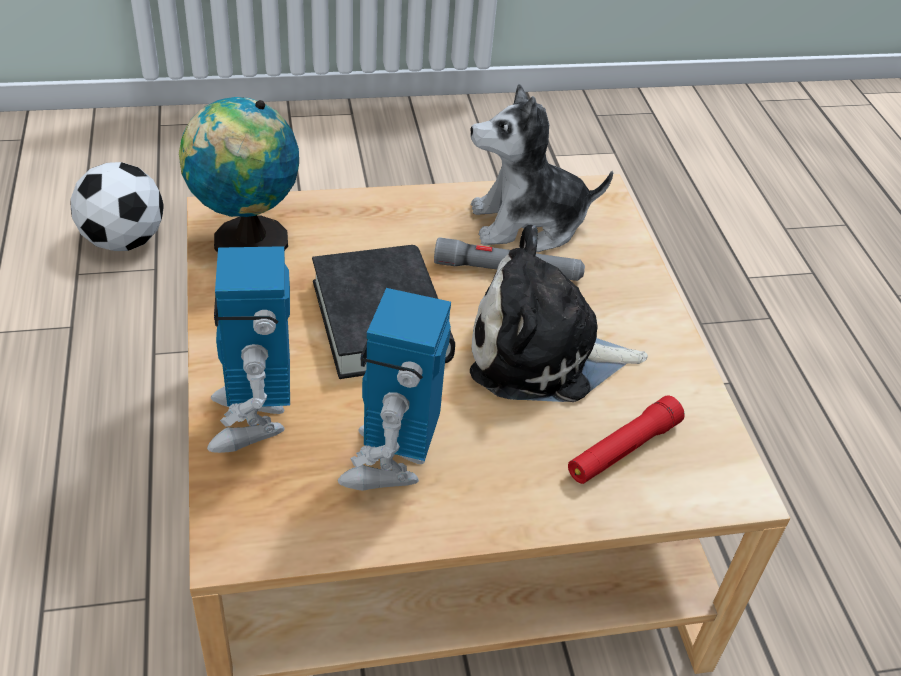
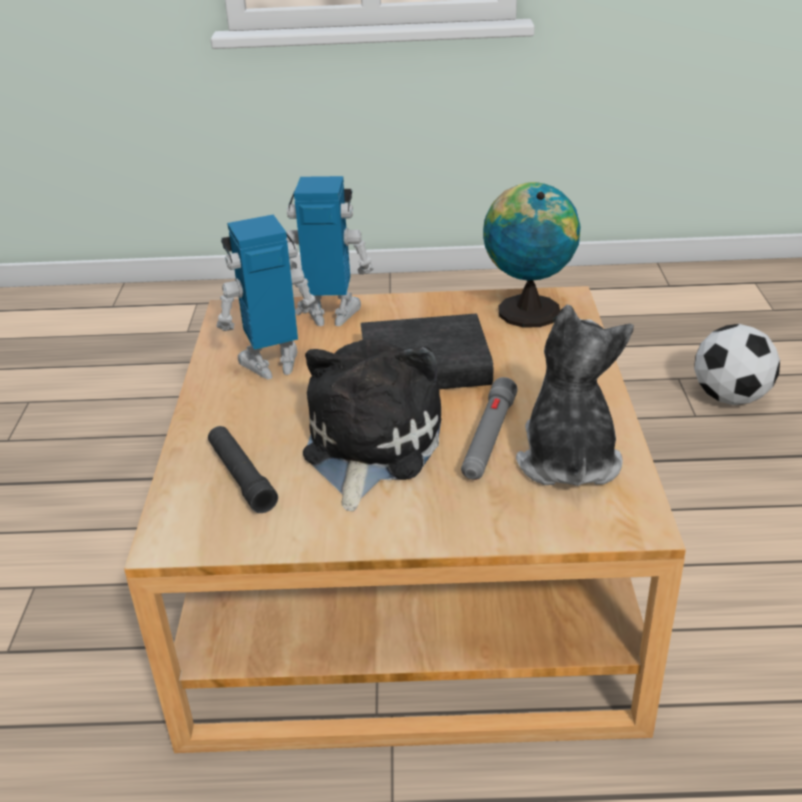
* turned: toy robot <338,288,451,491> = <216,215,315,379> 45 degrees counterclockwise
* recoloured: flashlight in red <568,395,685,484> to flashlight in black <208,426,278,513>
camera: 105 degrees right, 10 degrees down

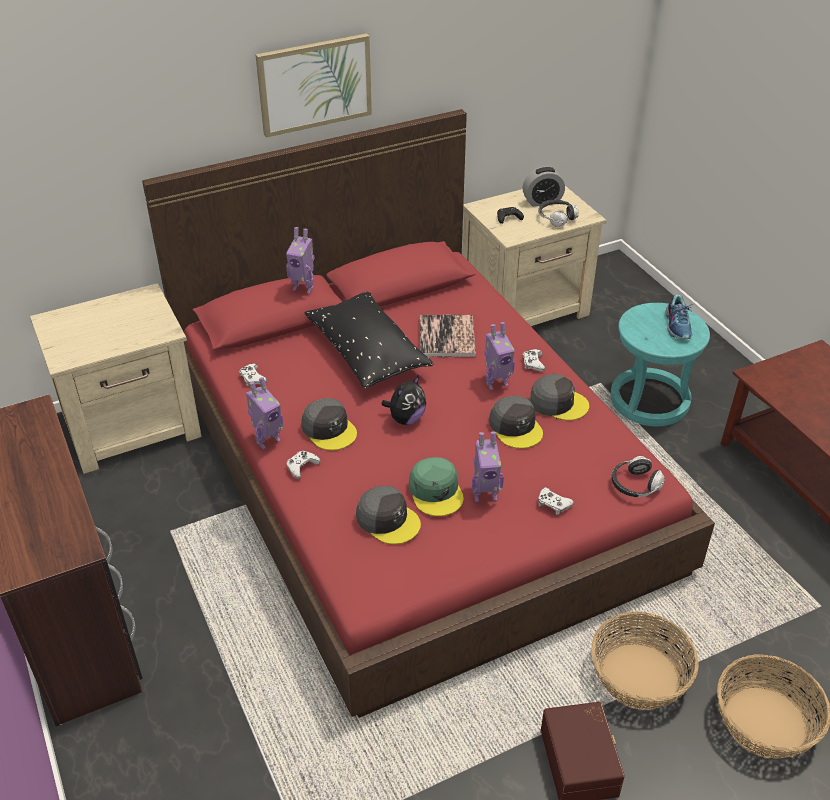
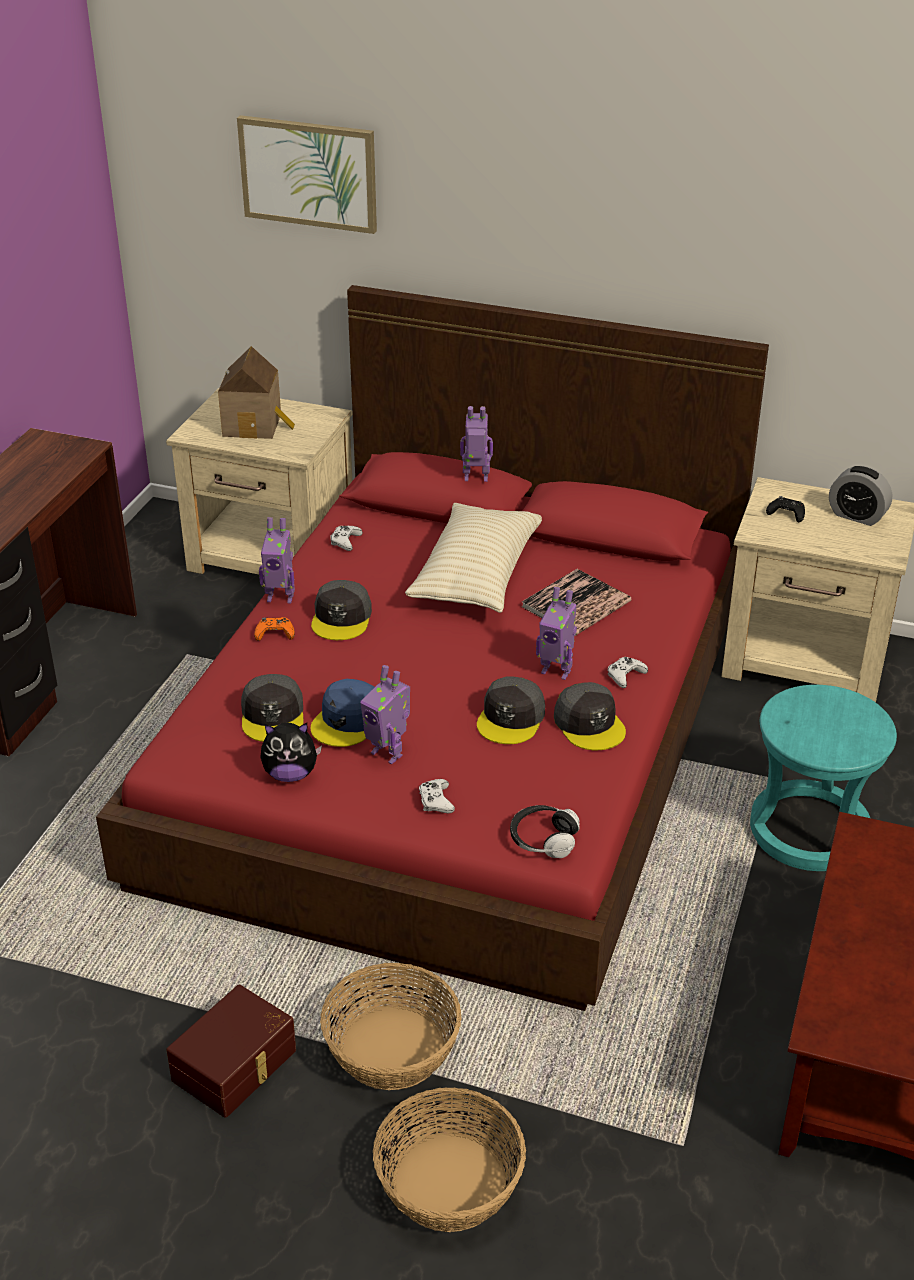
* moved: picture <255,33,372,138> to <237,115,377,234>
* removed: headphones <538,200,578,227>
* turned: toy robot <286,227,314,293> = <460,406,493,482> 120 degrees clockwise
* recoloured: pillow in black <305,292,433,388> to pillow in beige <405,503,542,613>
* removed: shoe <665,294,693,339>
* moved: plush toy <381,375,426,425> to <260,723,322,782>
* recoloured: game controller in white <286,451,321,479> to game controller in orange <254,617,295,641>
* recoloured: cap in green <409,457,464,516> to cap in blue <311,679,374,747>
* added: toy house <218,346,295,439>
camera: 45 degrees right, 5 degrees down

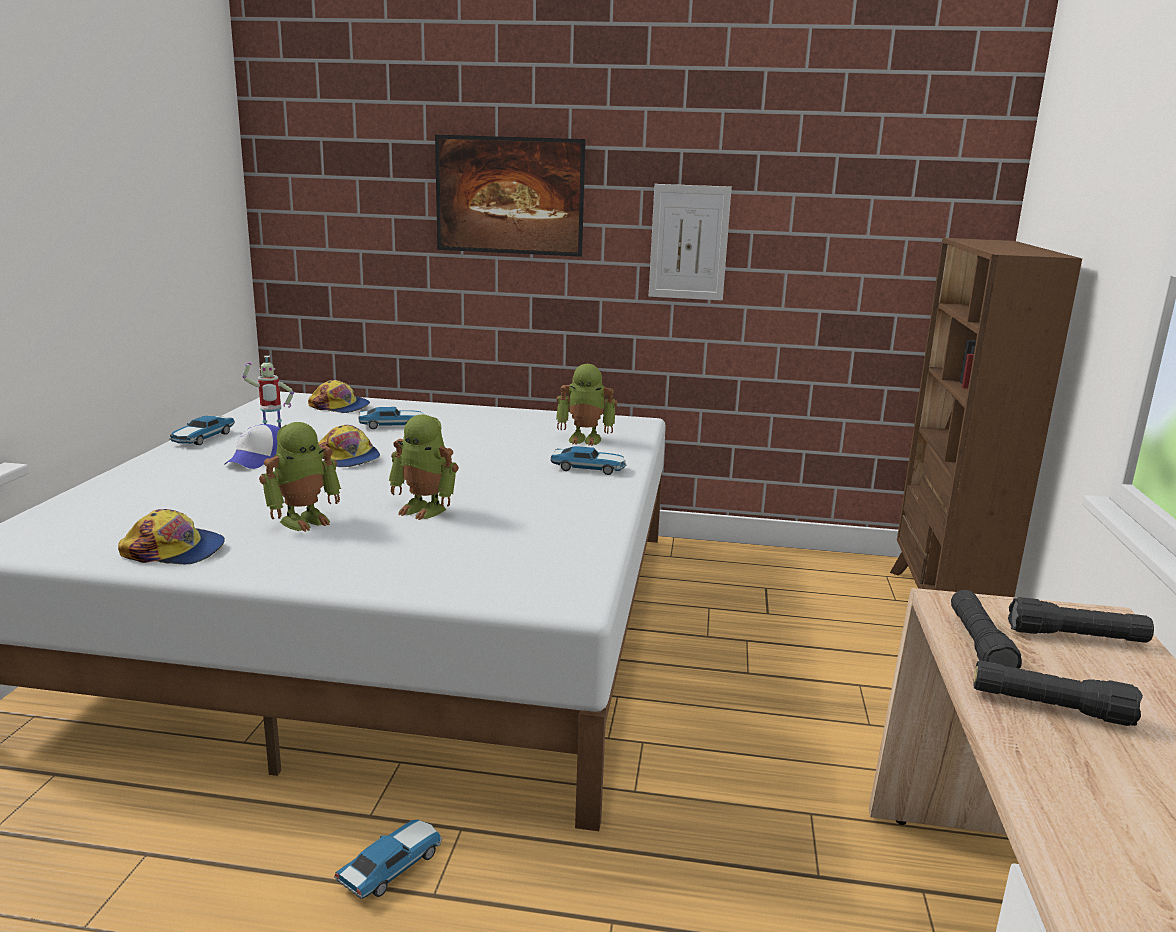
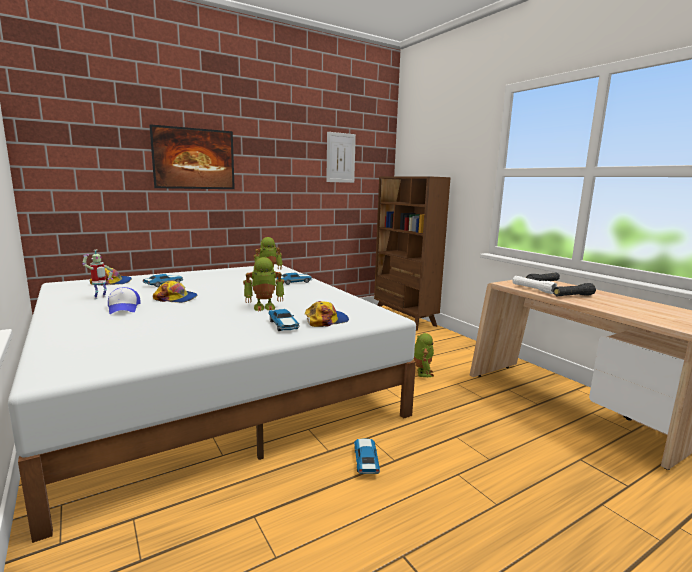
* moved: picture <649,184,732,301> to <326,132,356,183>
* moved: toy car <169,416,235,445> to <268,309,300,331>
* moved: toy robot <259,422,341,532> to <414,333,434,377>
* moved: cap <118,509,225,565> to <305,301,349,327>
* recoloured: flashlight in black <951,590,1022,669> to flashlight in white <512,276,557,294>
camera: 40 degrees left, 5 degrees down

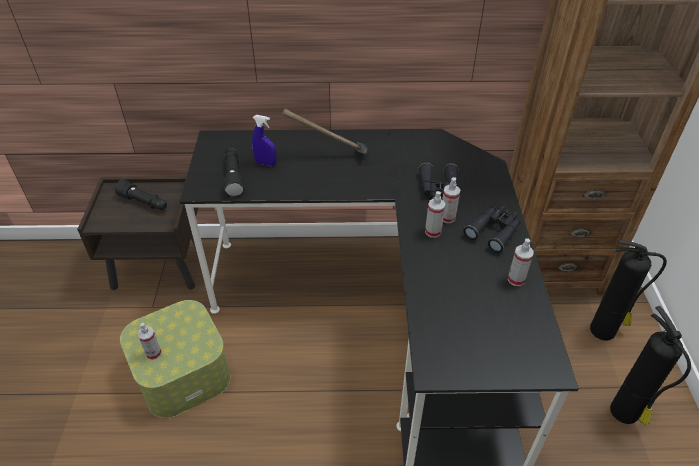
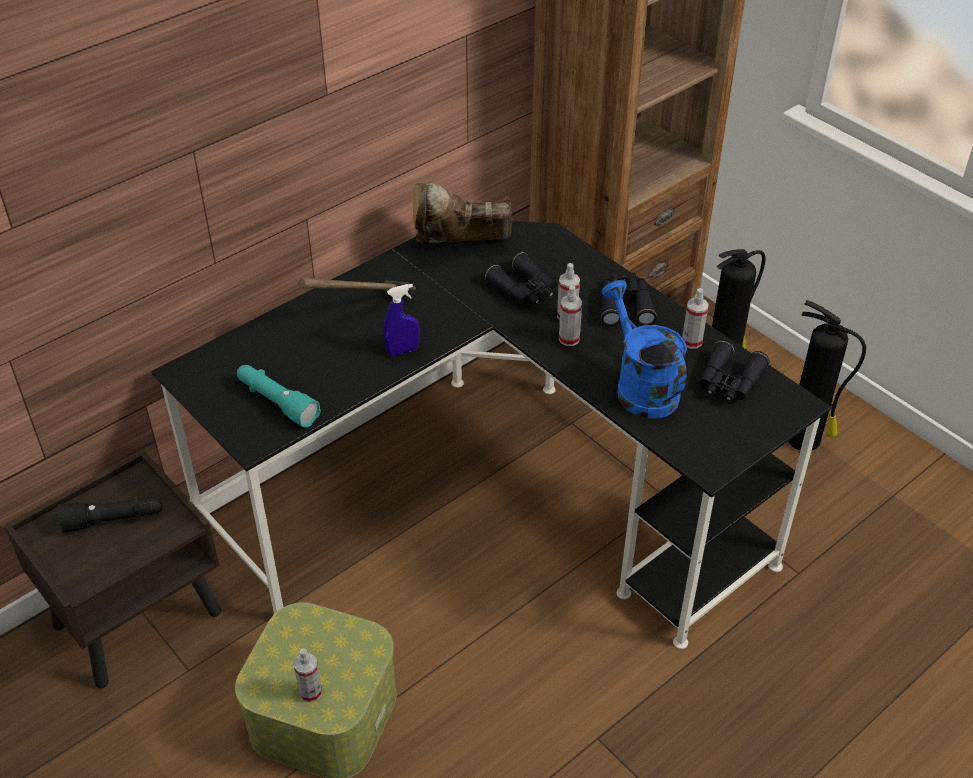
* moved: spray bottle in blue <252,115,277,166> to <383,284,420,356>
* recoloured: flashlight in black <224,147,244,198> to flashlight in turquoise <237,365,321,428>
* added: boot in brown <413,183,513,242>
* added: watering can in blue <601,280,687,418>
* added: binoculars in black <700,340,770,402>
camera: 40 degrees left, 0 degrees up

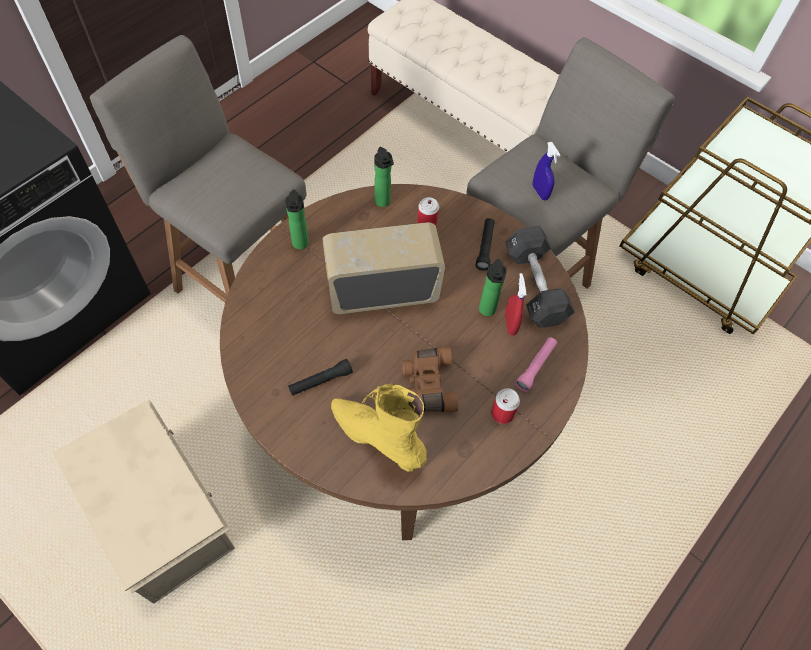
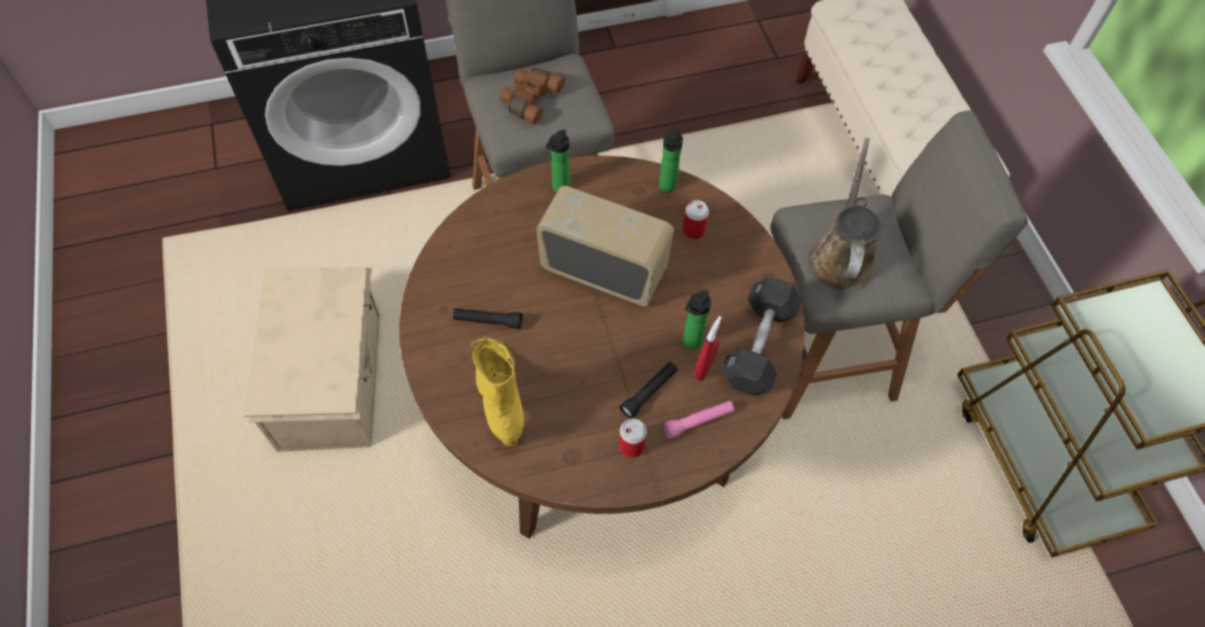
* replaced: spray bottle in blue <533,142,560,200> to watering can in brown <809,138,881,291>
* moved: flashlight in black <476,218,495,271> to <620,362,677,419>
* moved: binoculars in brown <402,346,458,412> to <500,68,565,125>
camera: 35 degrees right, 0 degrees up

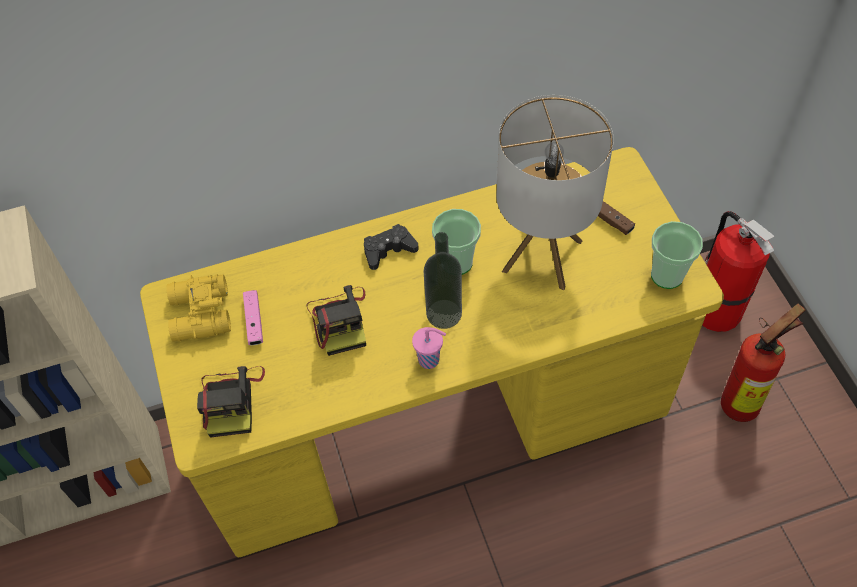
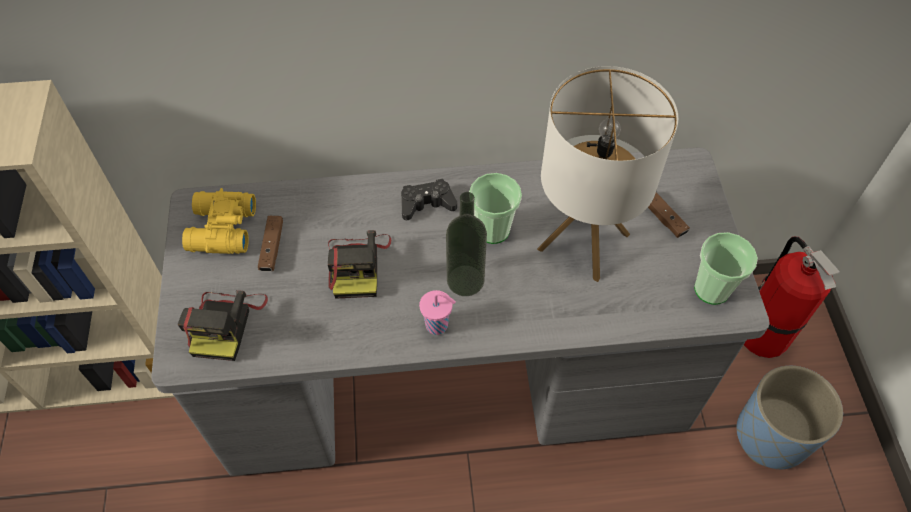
* recoloured: desk in yellow <140,147,724,557> to desk in grey <151,148,770,476>
* recoloured: game controller in pink <243,290,263,345> to game controller in brown <258,216,283,272>
* replaced: fire extinguisher <721,304,806,422> to planter in blue <736,366,843,469>
camera: 10 degrees right, 0 degrees up

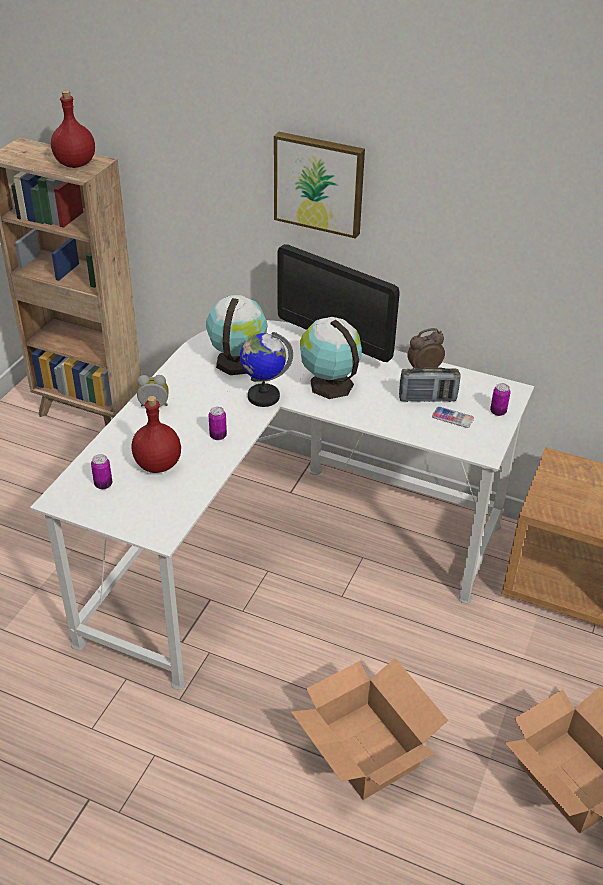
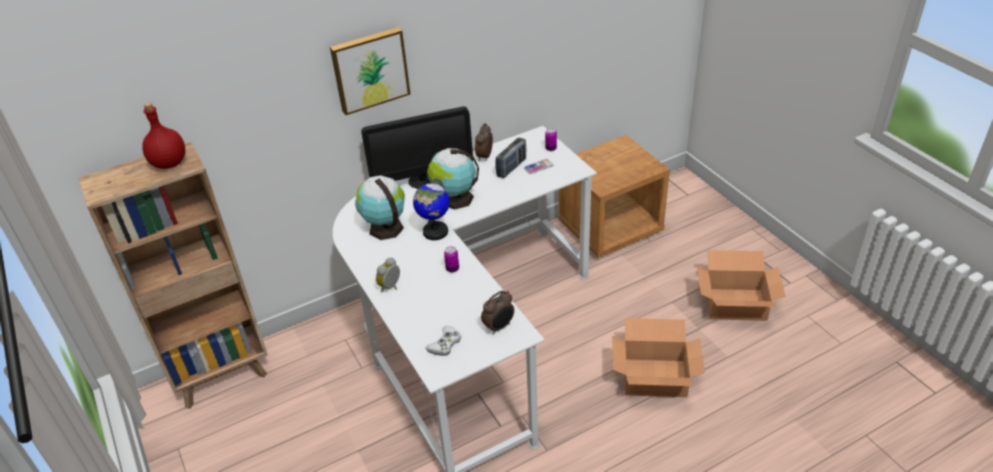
* removed: bottle in red <132,396,181,473>
* replaced: can <91,454,112,489> to game controller in white <425,326,462,356>
* added: alarm clock <481,291,514,335>
camera: 50 degrees left, 0 degrees up

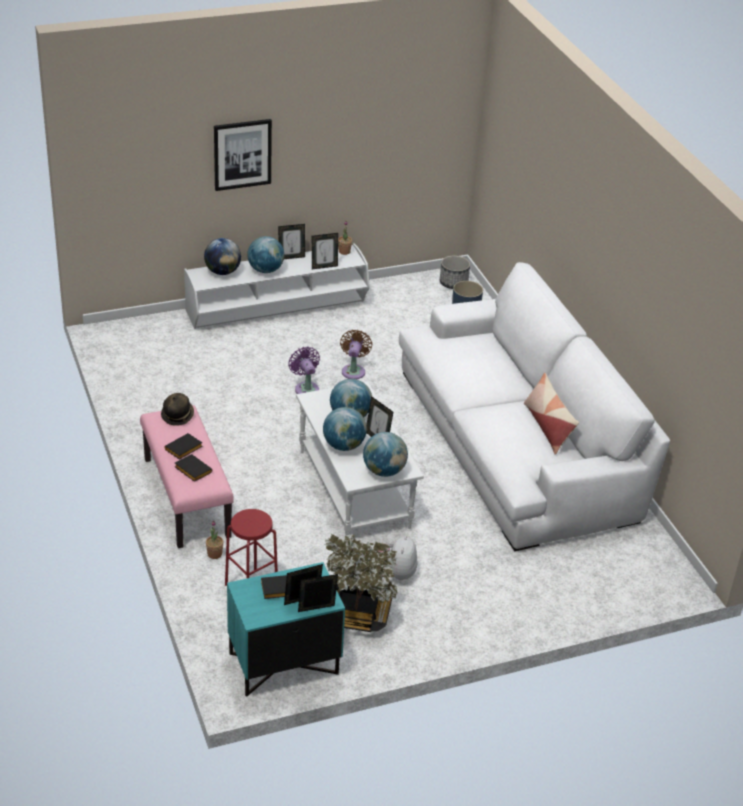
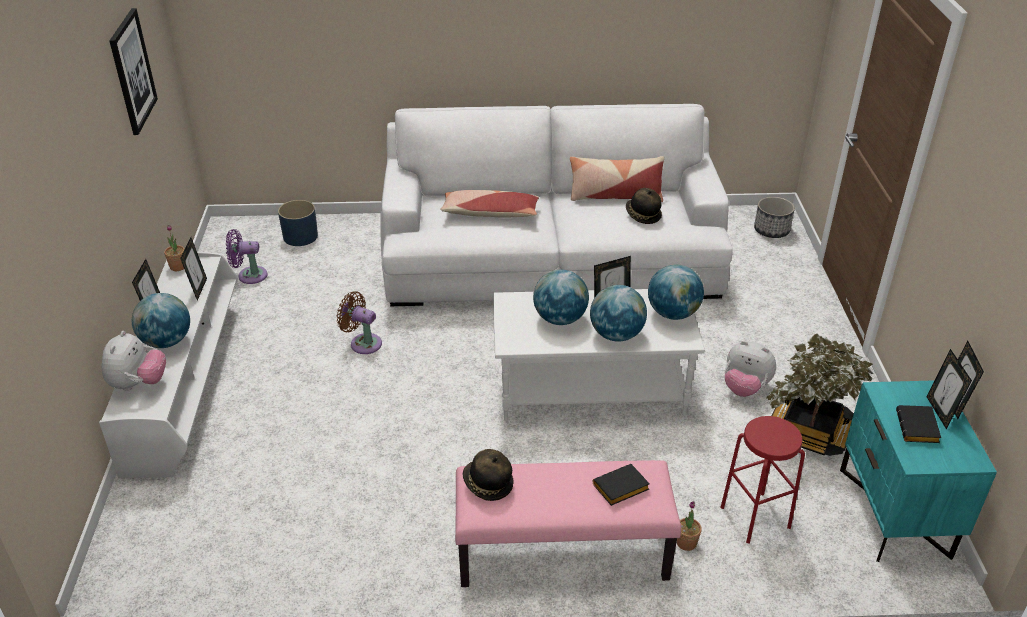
* moved: picture <214,119,272,191> to <109,8,158,135>
* replaced: globe <204,238,241,275> to plush toy <101,331,166,391>
* moved: planter <440,255,470,289> to <754,197,795,238>
* moved: fan in purple <288,347,320,394> to <226,229,268,284>
* removed: book in black <164,433,203,460>
* added: hat <626,188,662,224>
* added: pillow <440,190,539,218>
camera: 70 degrees left, 0 degrees up

